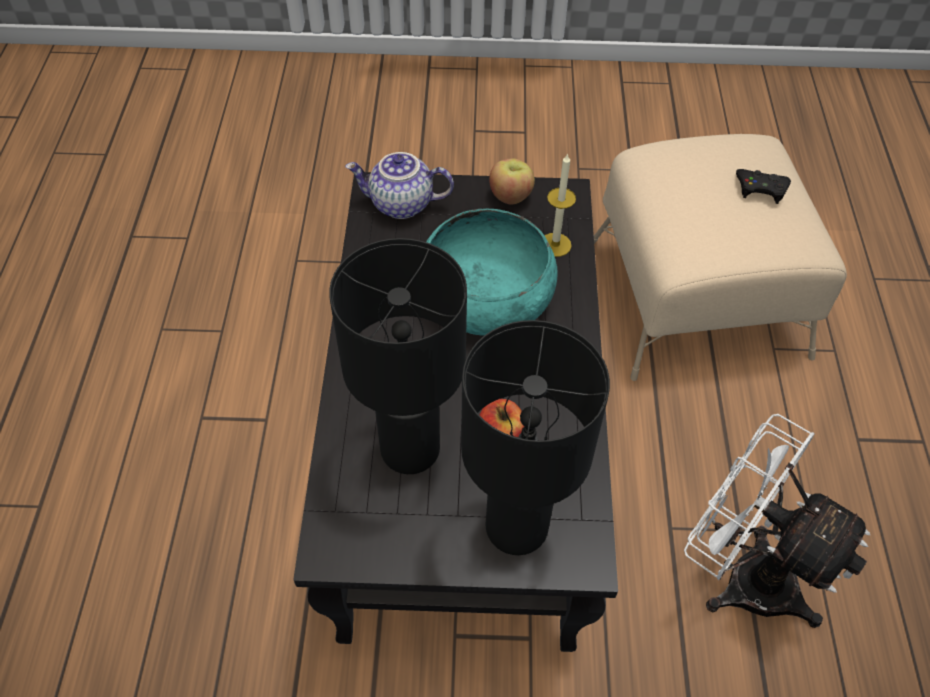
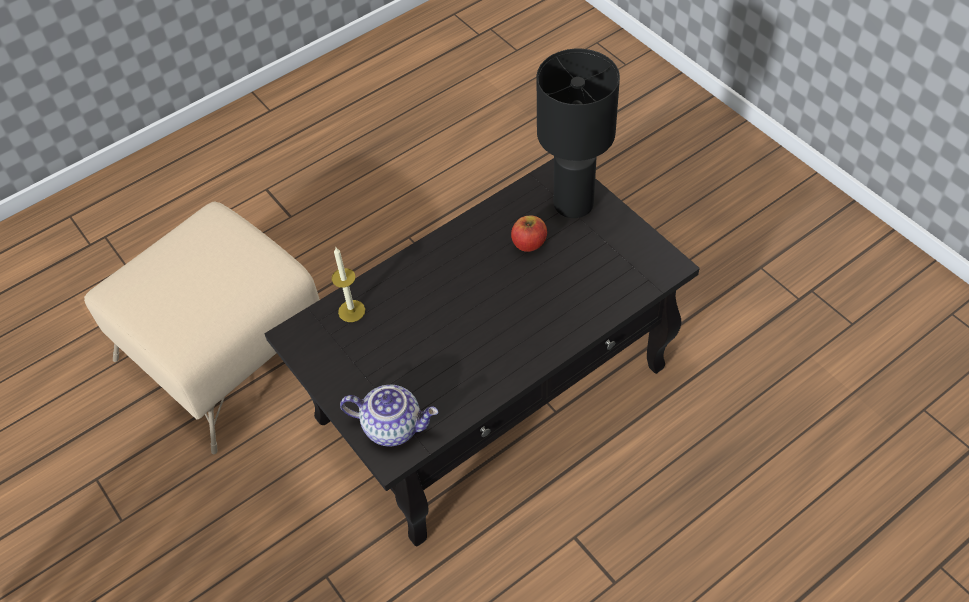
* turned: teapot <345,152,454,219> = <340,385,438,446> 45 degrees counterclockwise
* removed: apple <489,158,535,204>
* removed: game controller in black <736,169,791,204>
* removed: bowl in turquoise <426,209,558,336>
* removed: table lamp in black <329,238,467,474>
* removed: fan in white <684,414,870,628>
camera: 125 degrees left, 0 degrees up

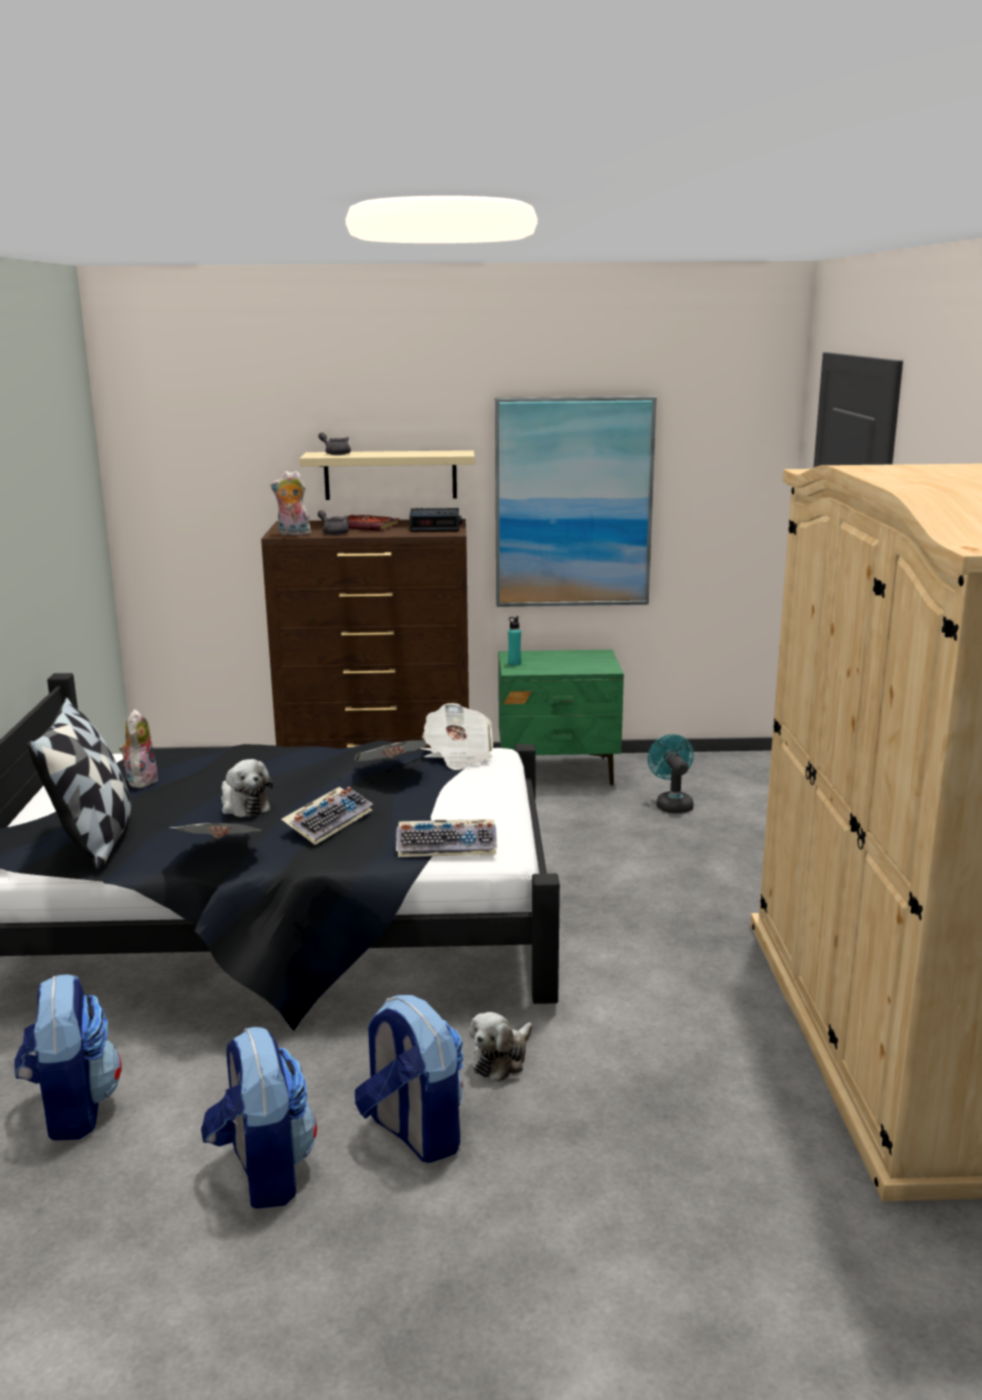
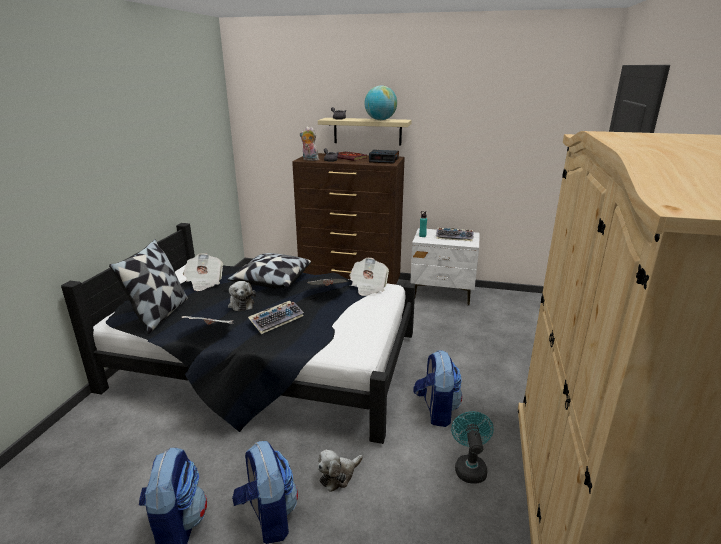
* removed: picture <495,396,657,607>
* recoloured: nightstand in green <498,650,624,785> to nightstand in white <410,228,480,306>
* replaced: plush toy <119,709,158,788> to newspaper <183,253,223,291>
* moved: fan in turquoise <647,734,694,814> to <451,411,494,484>
* moved: keyboard <396,819,497,857> to <436,227,474,241>
* moved: backpack <15,974,122,1140> to <413,350,462,427>
* added: globe <365,85,397,120>
* added: pillow <227,253,311,288>
camera: 15 degrees right, 5 degrees up

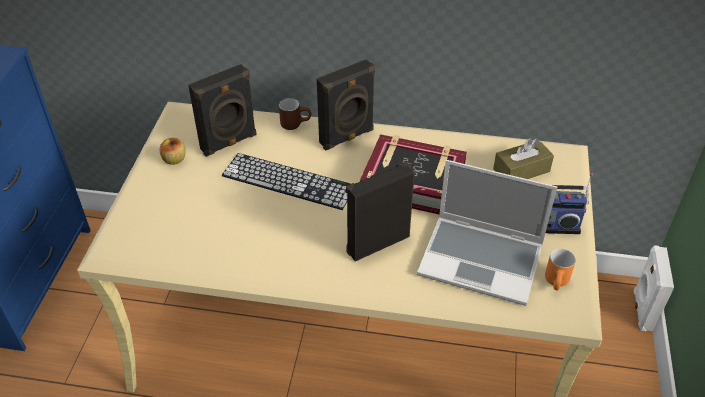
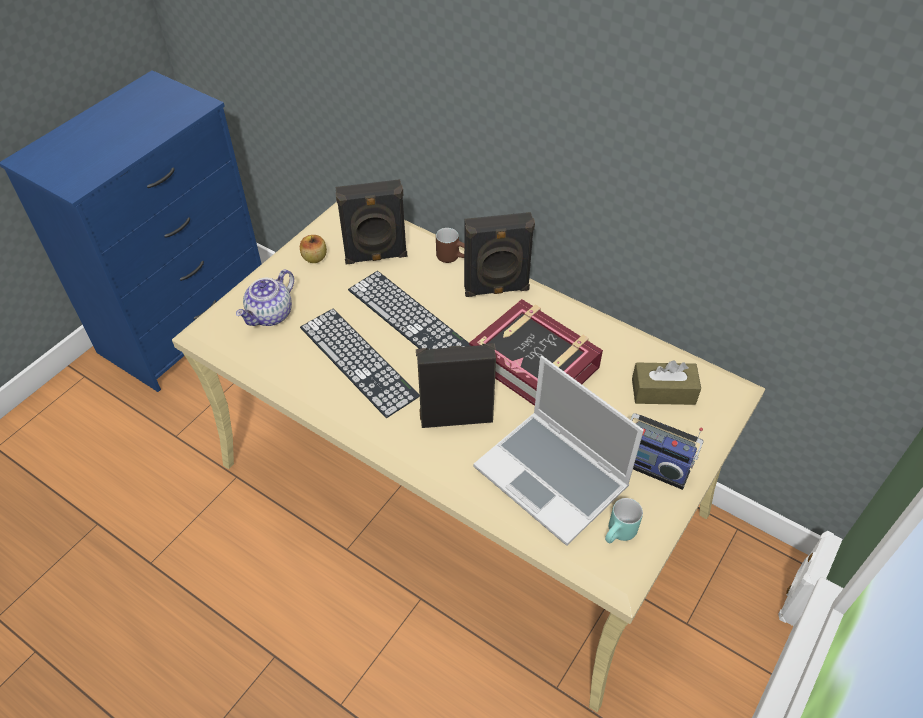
* recoloured: mug in orange <545,249,576,290> to mug in turquoise <605,498,643,543>
* added: teapot <236,270,294,326>
* added: keyboard <300,309,420,418>
camera: 25 degrees right, 5 degrees up

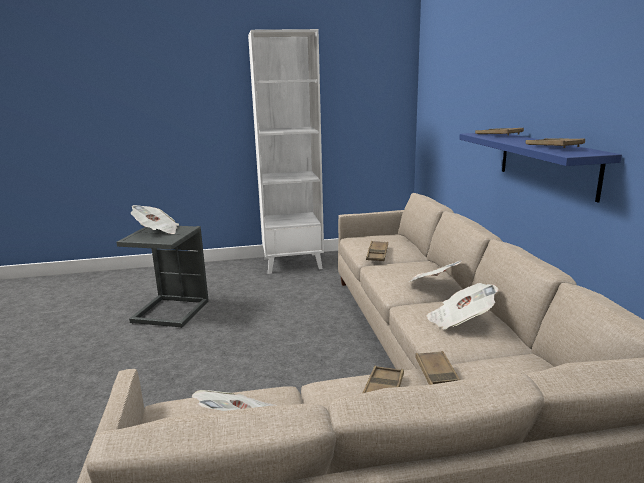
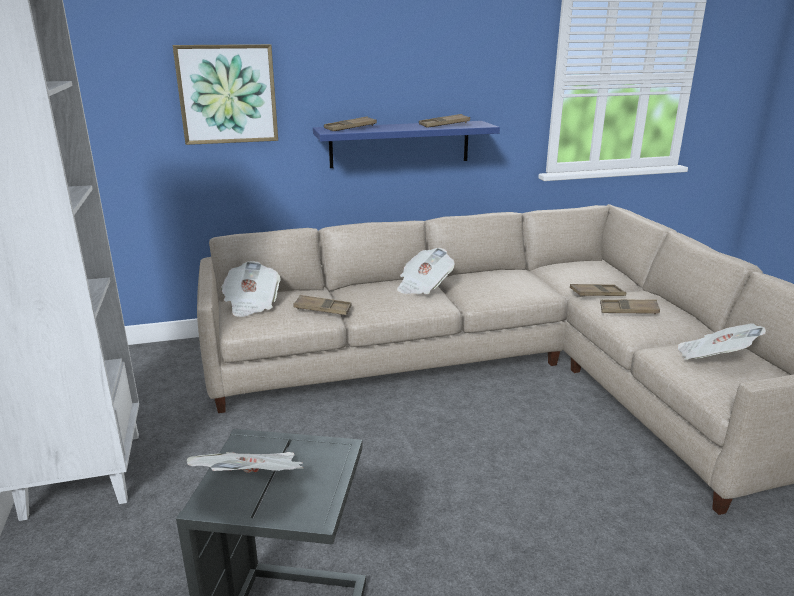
* moved: newspaper <426,283,499,330> to <221,261,281,317>
* added: picture <173,44,278,145>
camera: 95 degrees left, 5 degrees up

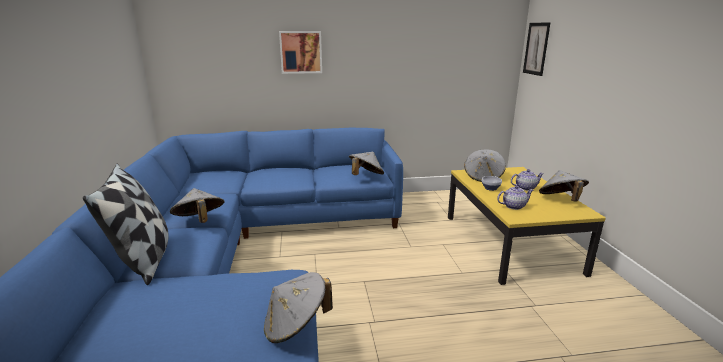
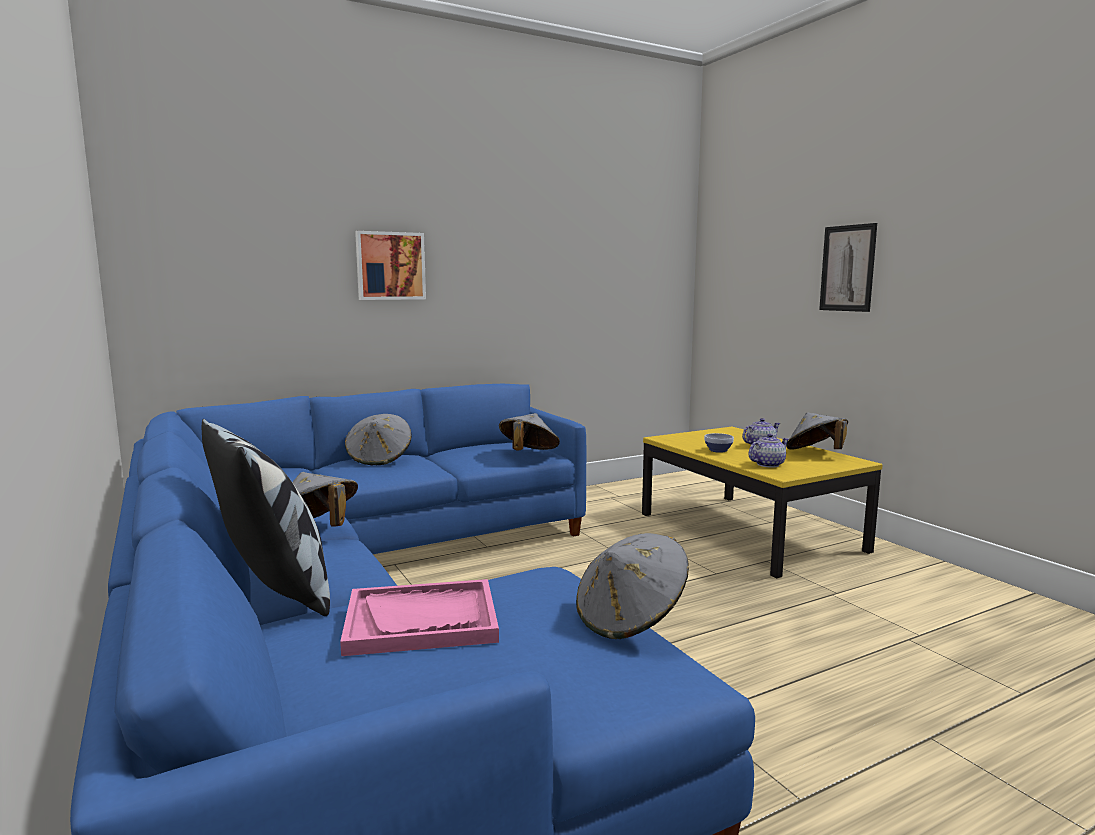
* moved: picture <523,22,551,76> to <819,223,877,312>
* moved: hat in grey <464,150,506,182> to <345,414,412,465>
* added: tray in pink <340,579,499,656>
camera: 20 degrees left, 10 degrees down

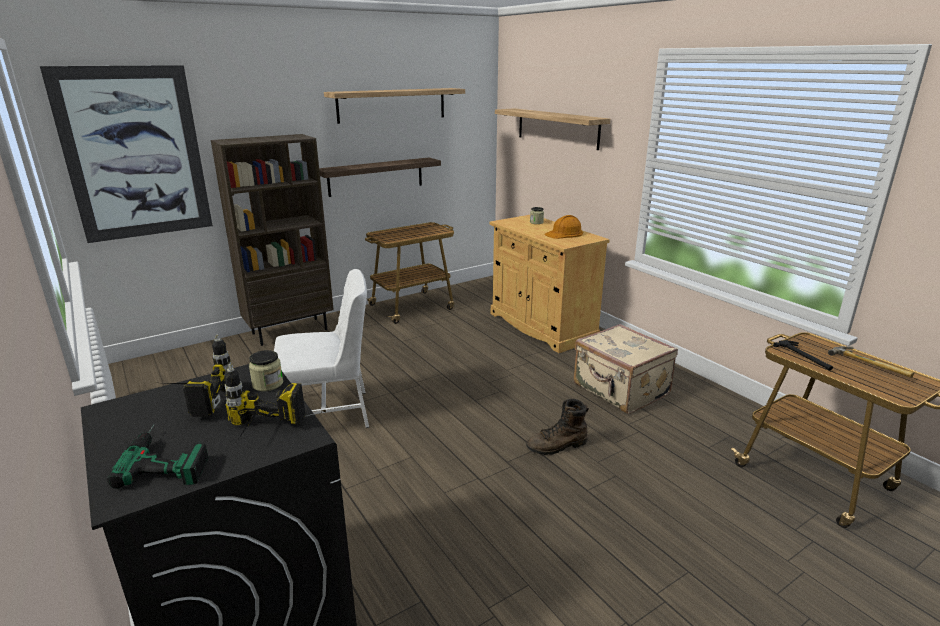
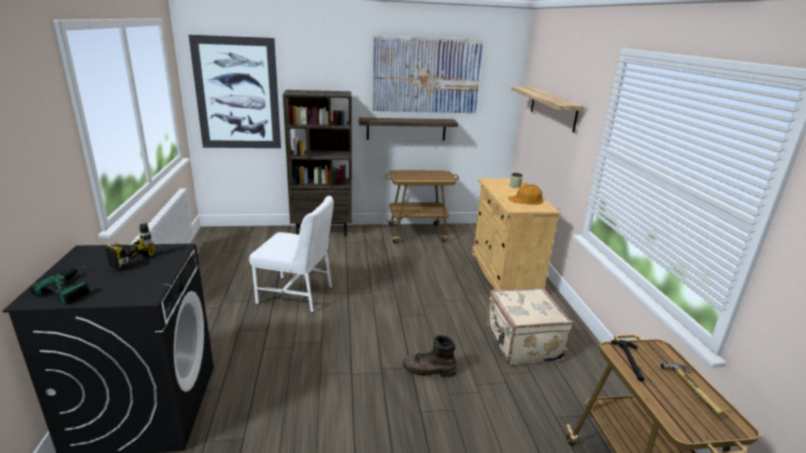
* replaced: shelf <324,88,465,124> to picture <372,35,483,113>
* removed: jar <249,350,283,391>
* removed: power drill <224,364,305,441>
camera: 25 degrees right, 0 degrees up

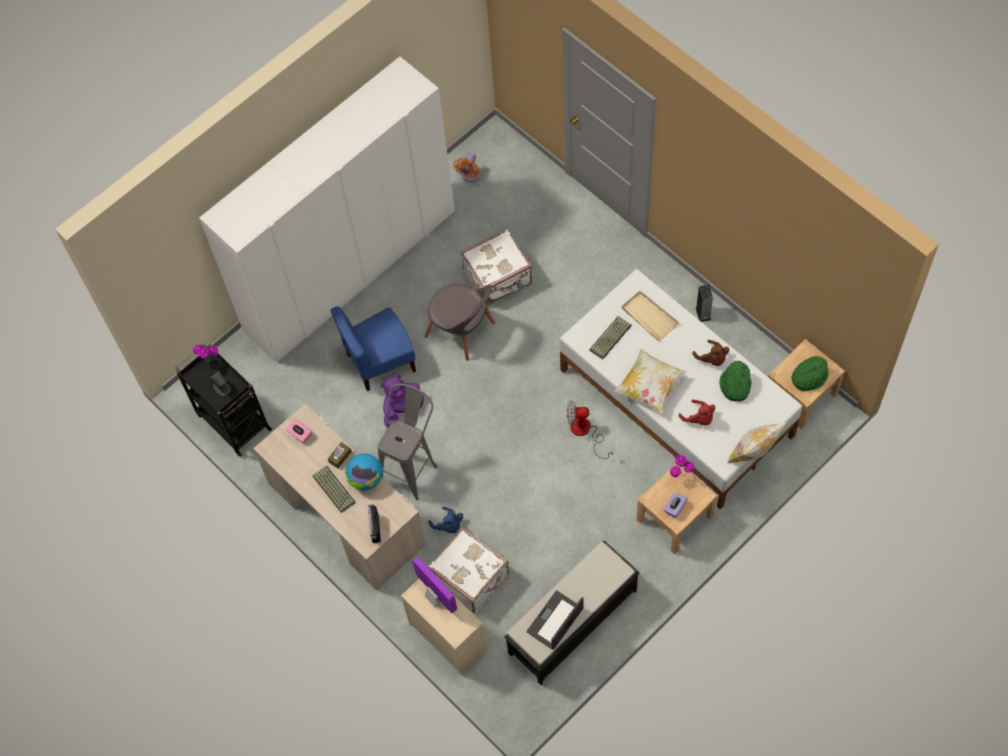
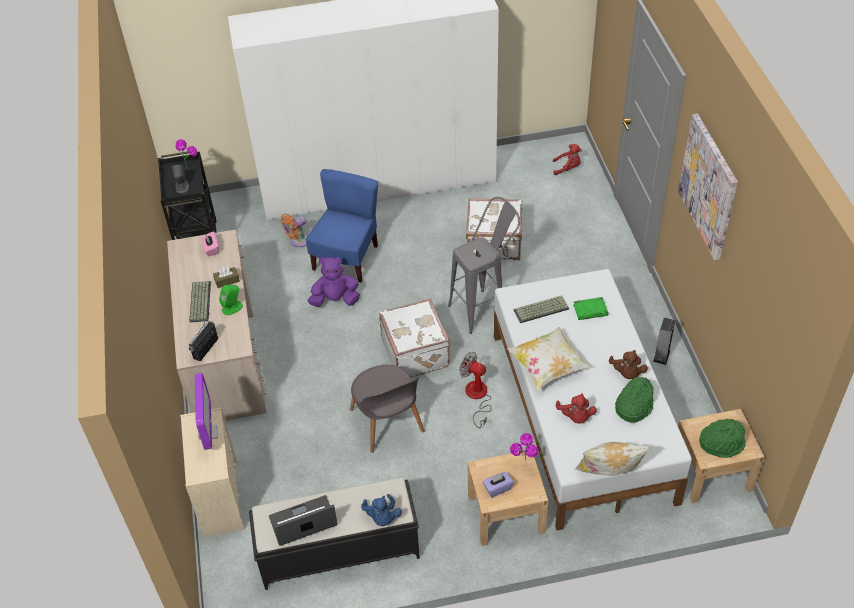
* moved: fan in orange <454,153,481,182> to <280,214,309,247>
* moved: chair in grey <425,283,495,361> to <350,365,425,453>
* replaced: tray in beige <622,291,679,341> to book in green <573,297,608,320>
* turned: chair in blue <330,307,416,391> = <306,169,378,282> 105 degrees clockwise
* moved: stool in grey <378,384,437,500> to <448,197,520,334>
* replaced: globe <345,453,383,490> to speaker in green <219,285,243,315>
* moved: plush toy in blue <428,507,463,534> to <361,494,402,526>
* moved: suitcase in white <428,527,509,613> to <379,299,450,377>
* added: picture <678,113,738,260>
* added: plush toy in red <553,144,582,175>
camera: 30 degrees right, 15 degrees down

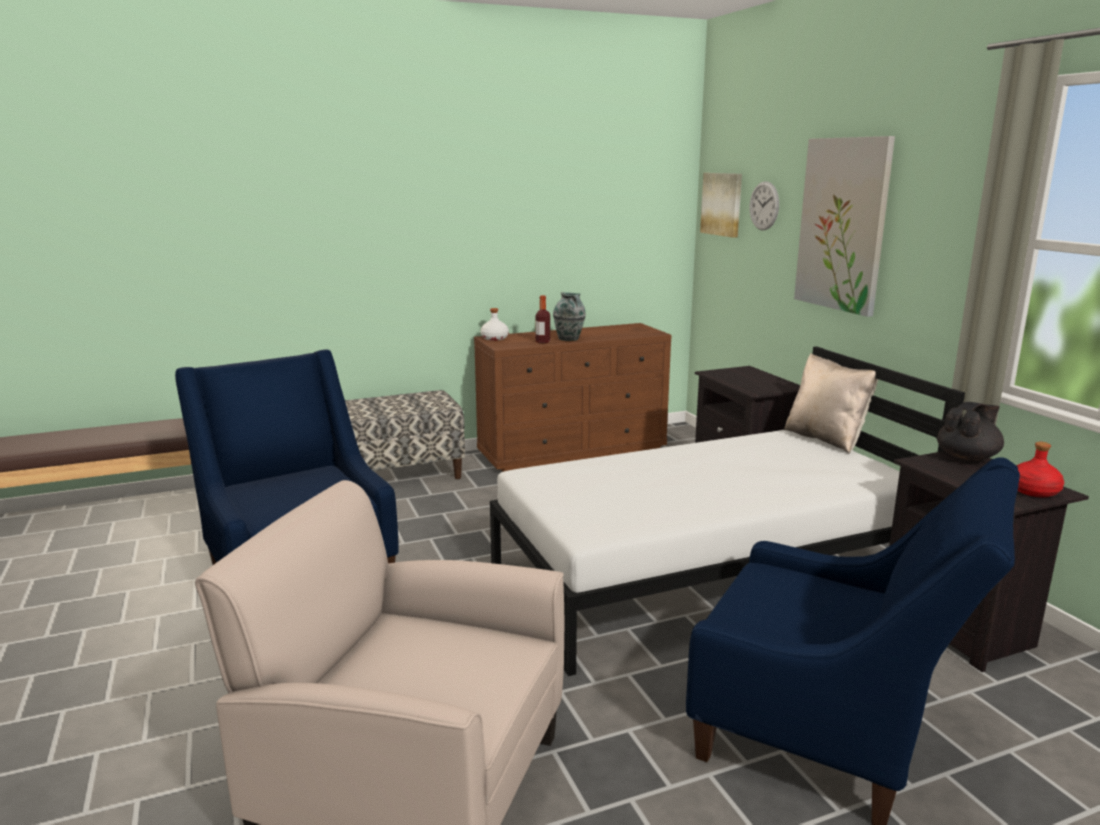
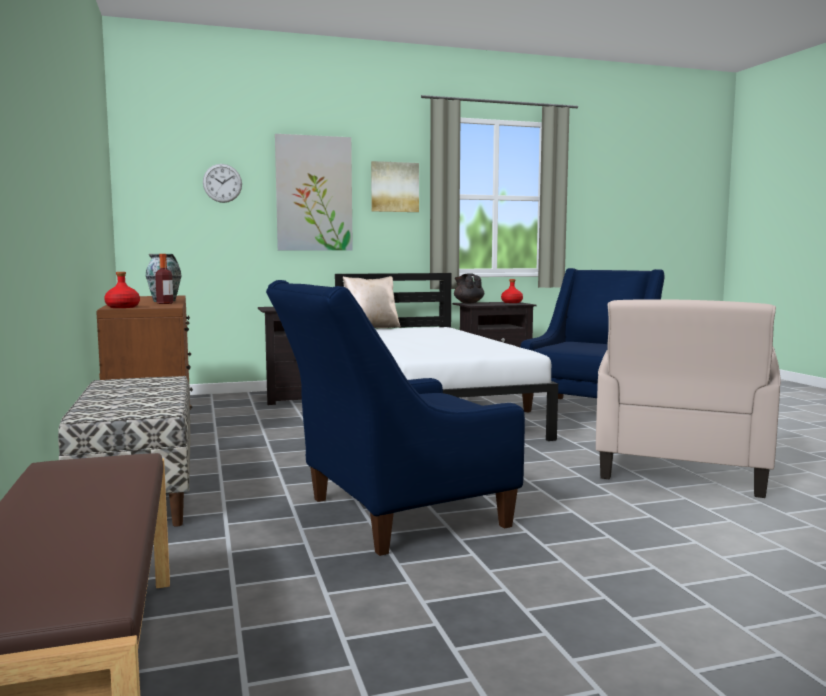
* moved: picture <700,173,742,238> to <371,161,419,212>
* recoloured: bottle in white <481,308,509,341> to bottle in red <104,272,140,308>
camera: 85 degrees left, 10 degrees down

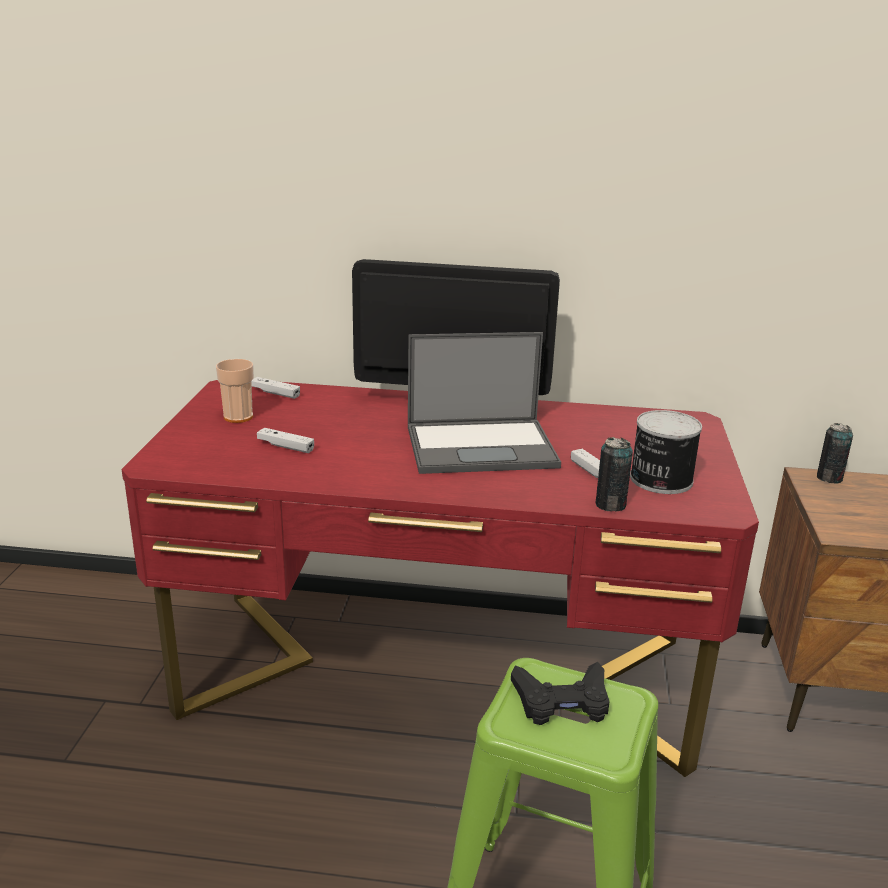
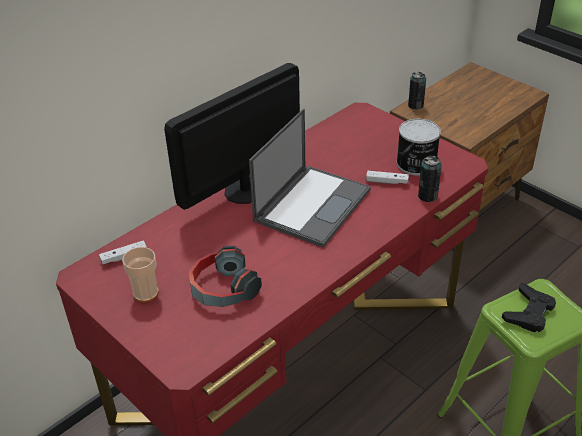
* replaced: game controller in white <257,428,314,453> to headphones <189,246,262,307>
camera: 50 degrees left, 15 degrees up

